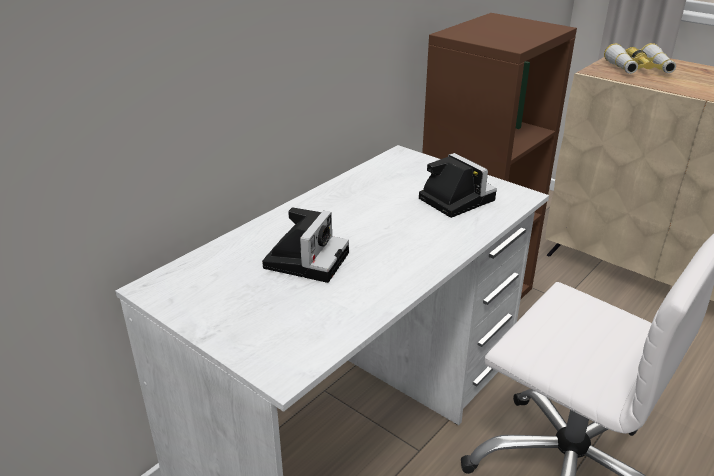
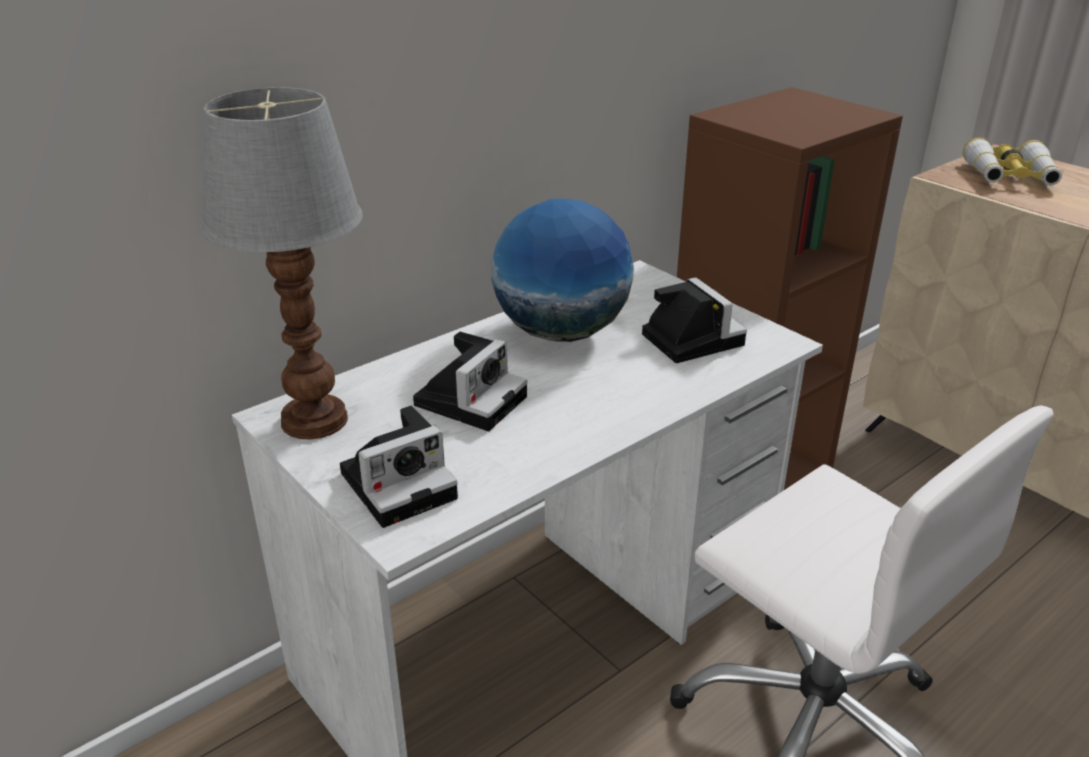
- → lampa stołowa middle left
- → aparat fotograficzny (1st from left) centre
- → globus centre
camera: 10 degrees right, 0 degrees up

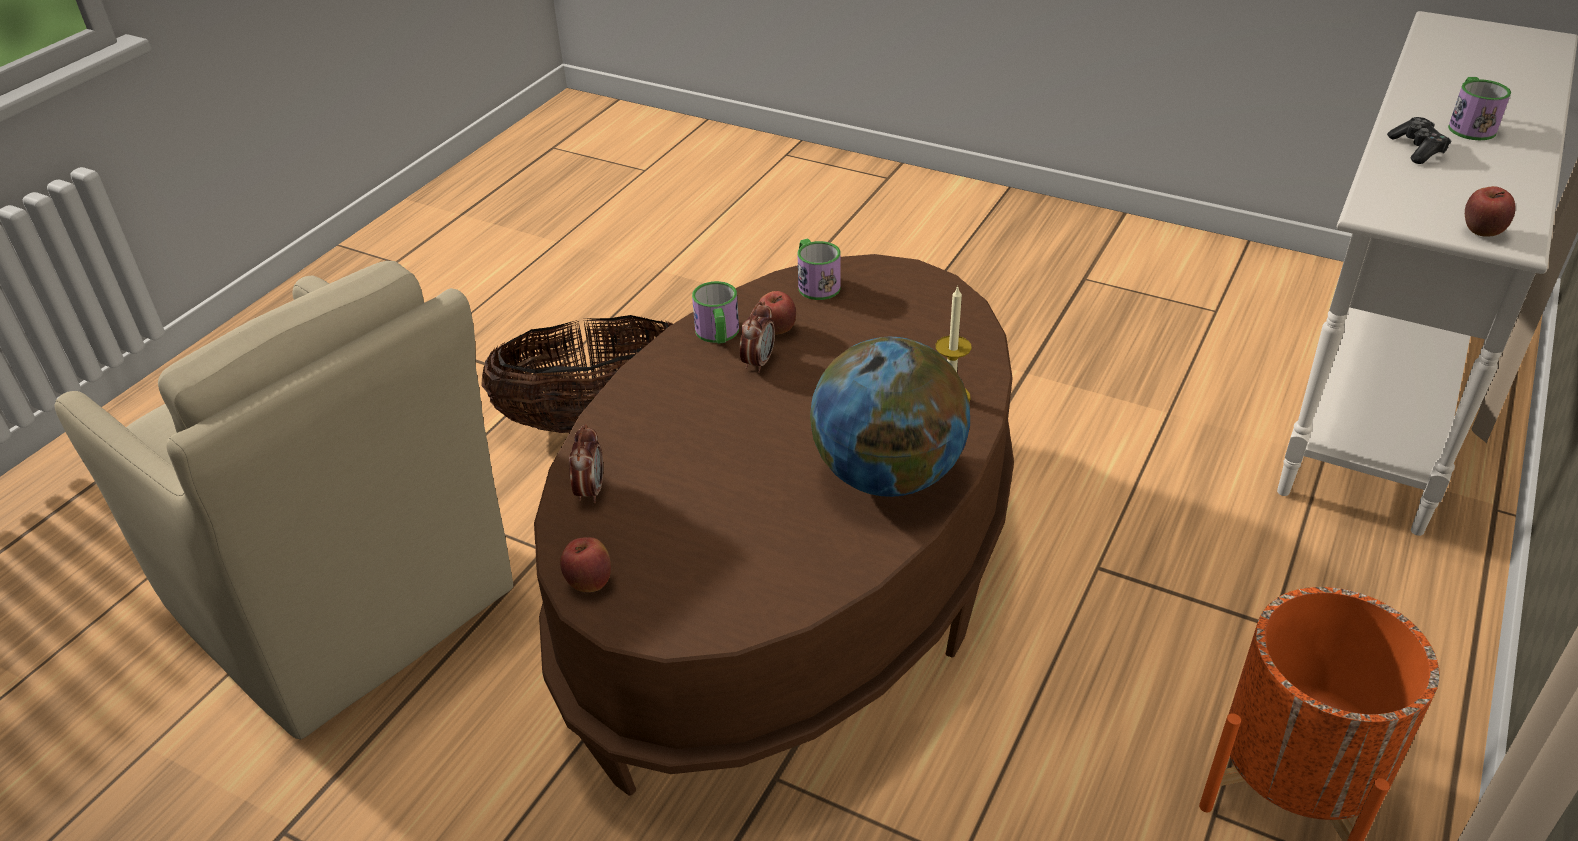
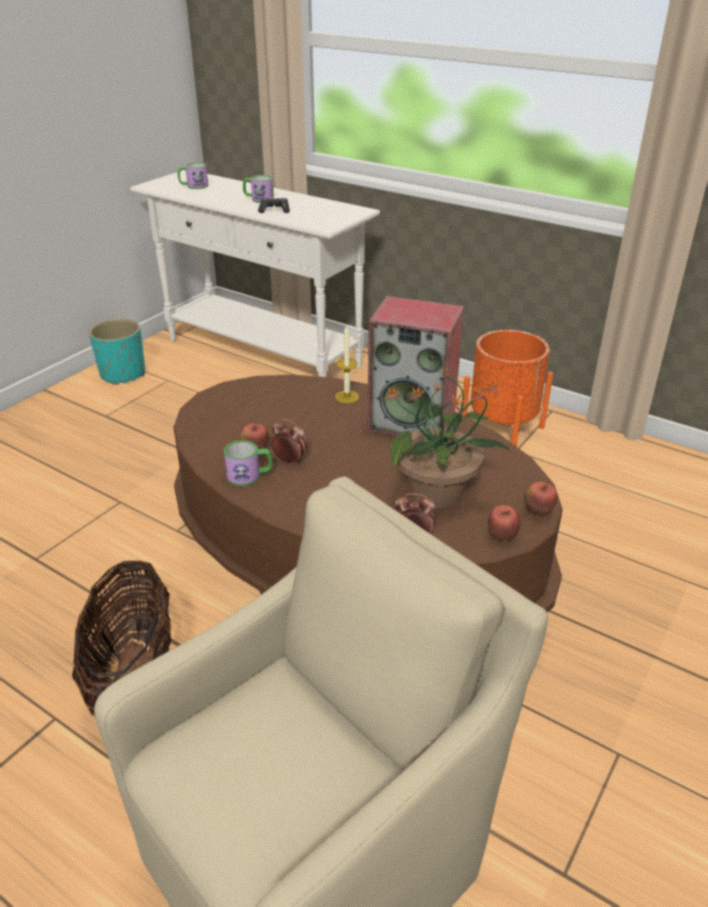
- → donica (turkusowy) middle left
kubek (2nd from left in the first image) top centre → kubek (1st from left) top left, moved
globus centre → głośnik centre
- → roślina doniczkowa centre
jabłko (3rd from left) top right → jabłko (3rd from left) middle right, moved
camera: 85 degrees left, 5 degrees down

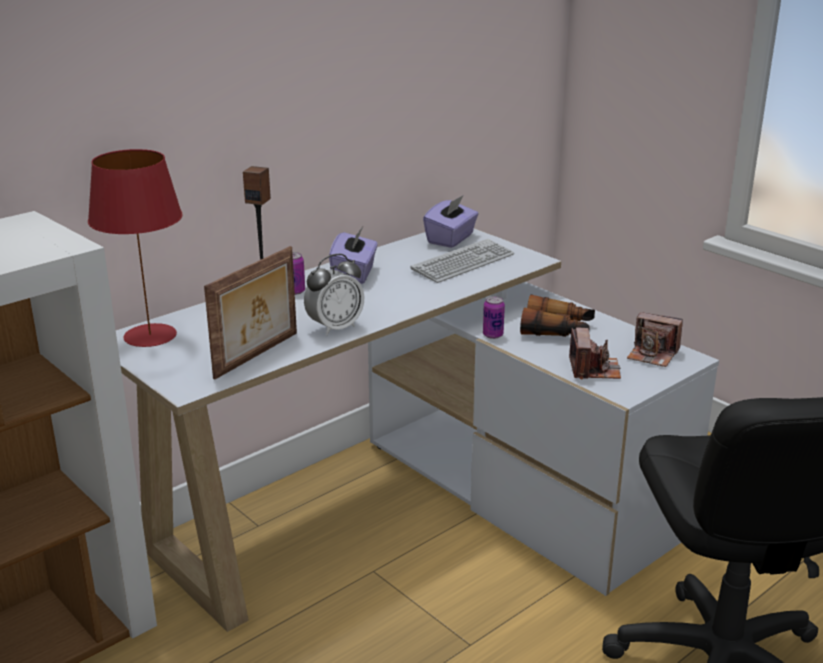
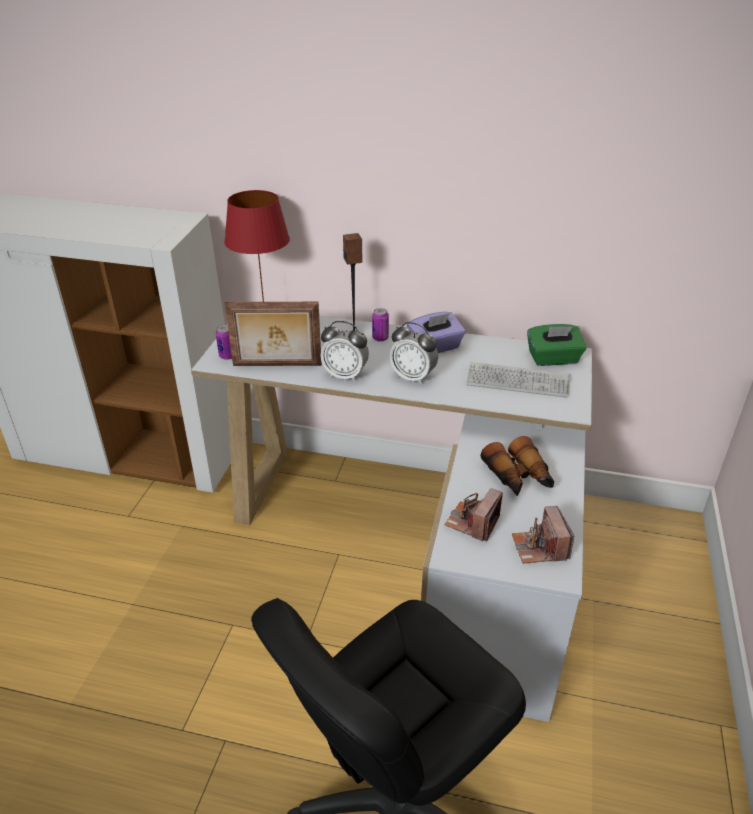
puszka (2nd from left in the first image) centre → puszka (1st from left) middle left, moved
- → budzik (2nd from left) centre
aparat fotograficzny (1st from left) middle right → aparat fotograficzny (1st from left) centre, 150 degrees clockwise
pudełko chusteczek (fioletowy) (2nd from left) centre → pudełko chusteczek (zielony) middle right
camera: 55 degrees right, 10 degrees up

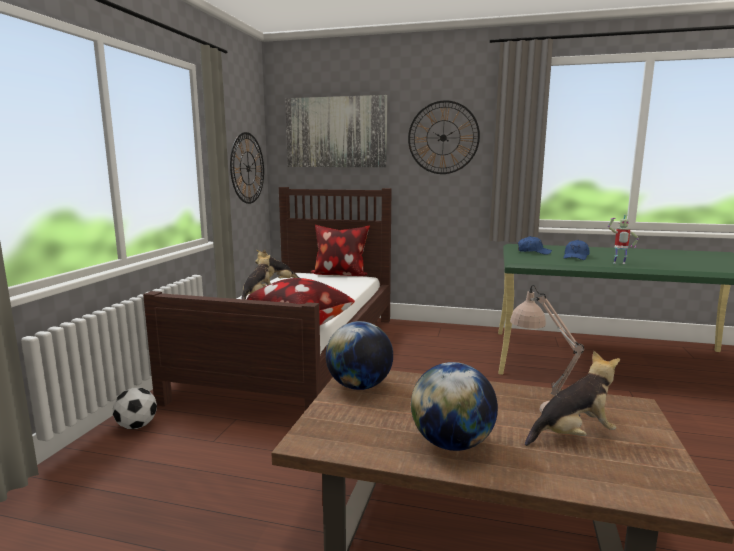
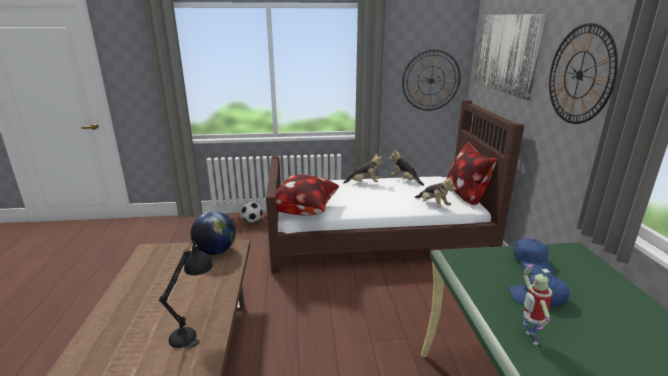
lampa stołowa (beżowy) middle right → lampa stołowa (czarny) bottom left
pluszak (3rd from left) bottom right → pluszak (3rd from left) centre, moved
globus (2nd from left) bottom centre → -
camera: 70 degrees right, 10 degrees up

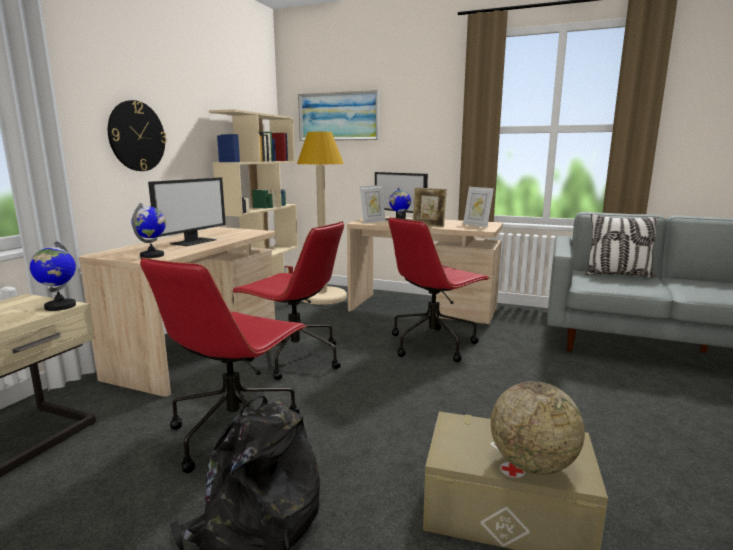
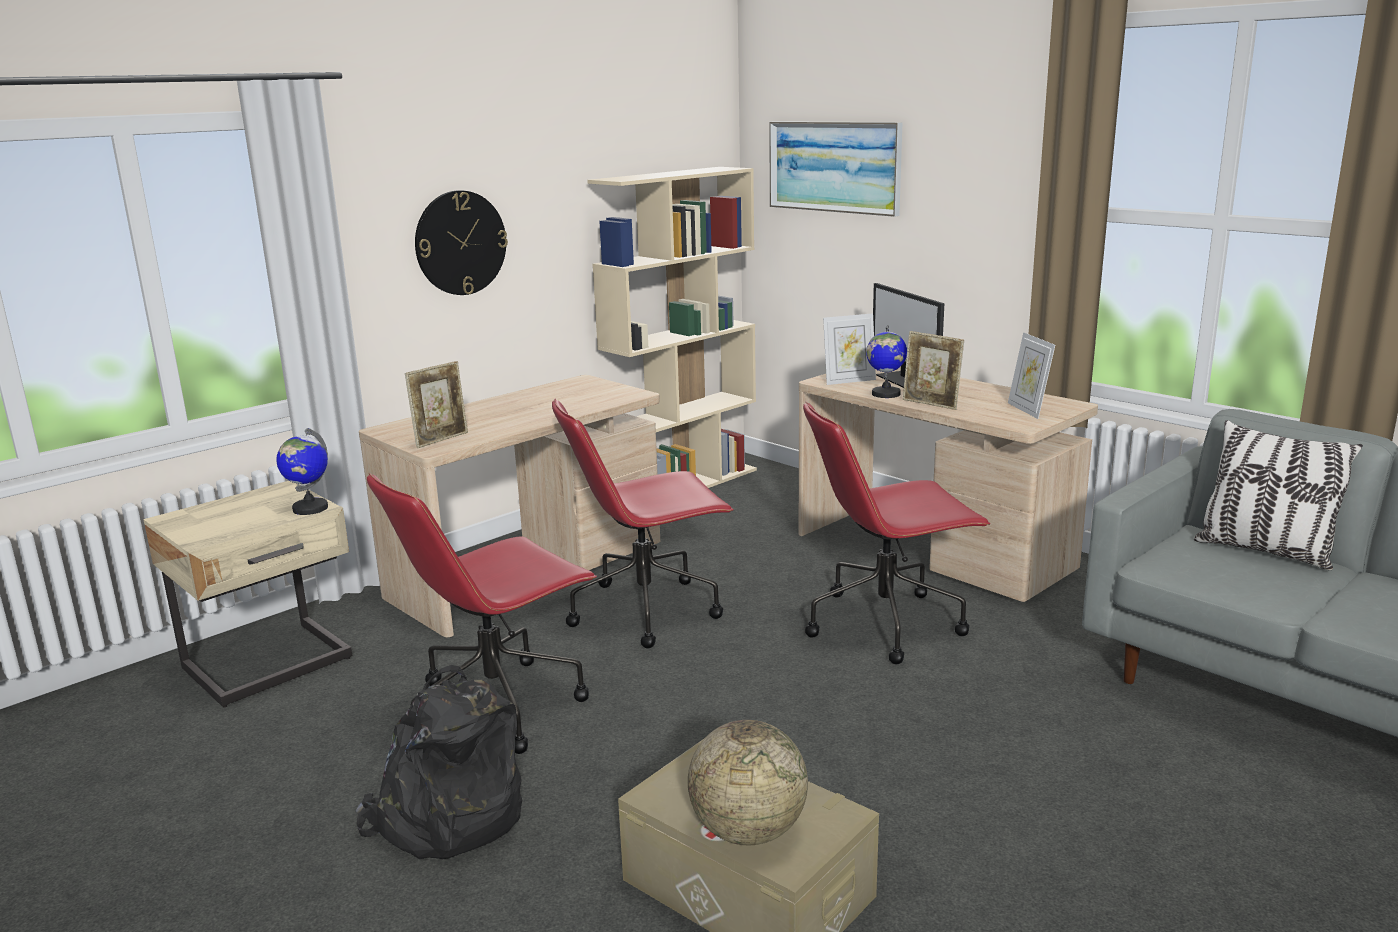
globus (2nd from left) middle left → ramka na zdjęcie (1st from left) middle left
krzesło biurowe (czerwony) (2nd from left) centre, 105 degrees clockwise
monitor (1st from left) middle left → -
lampa stojąca (beżowy) centre → -
camera: 25 degrees right, 5 degrees up

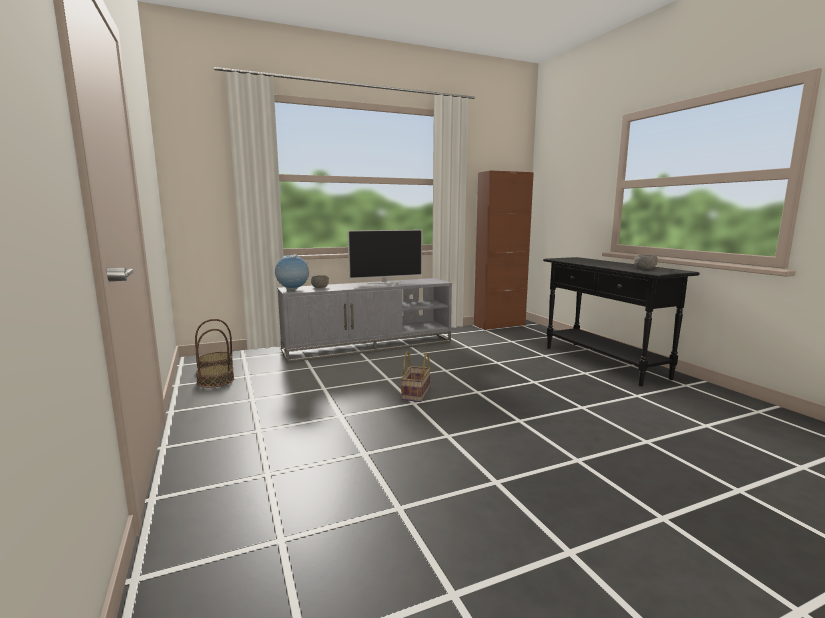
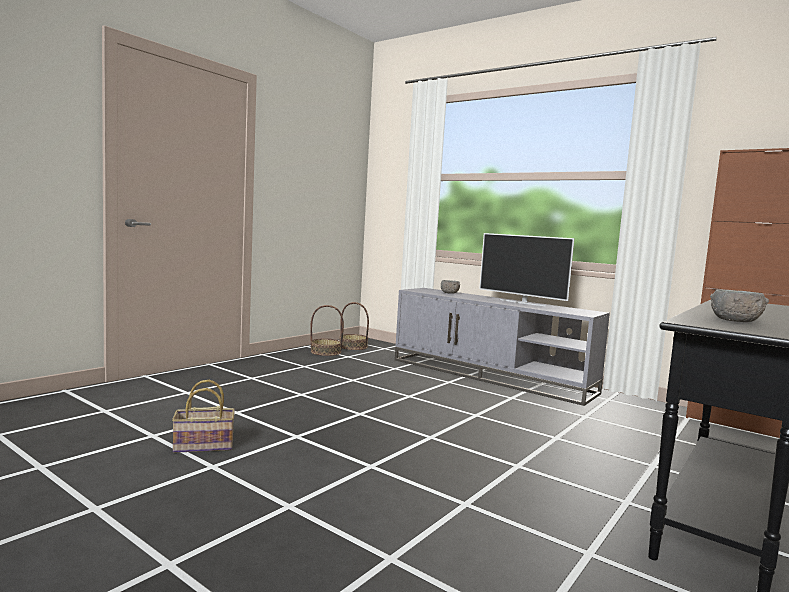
koszyk (3rd from left in the first image) centre → koszyk (1st from left) bottom left, moved
globus centre → -
camera: 60 degrees right, 5 degrees down

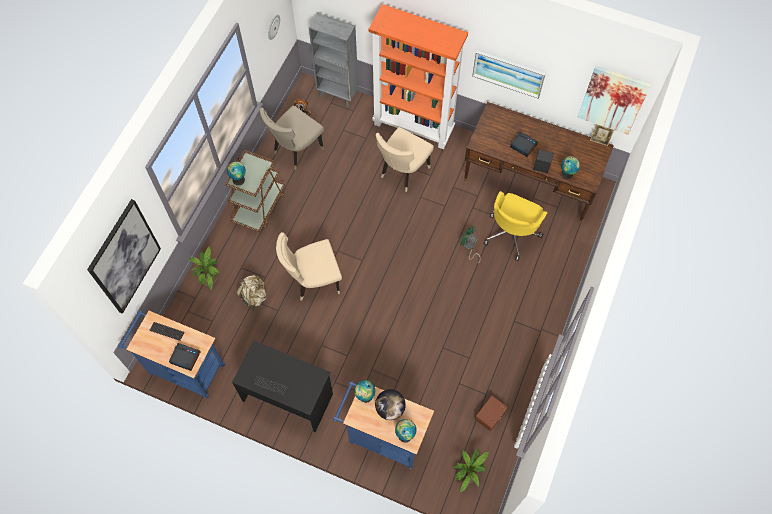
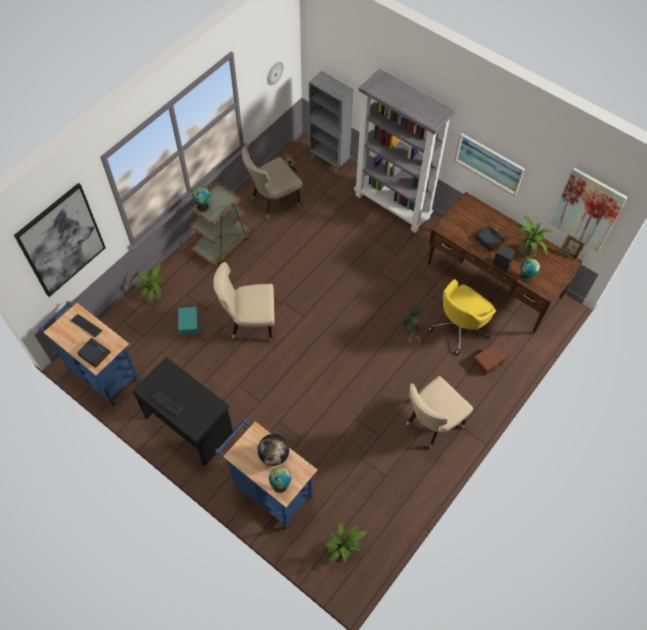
plecak (beżowy) middle left → pojemnik do przechowywania (turkusowy) middle left
regał (pomarańczowy) top centre → regał (szary) (2nd from left) top centre
krzesło (beżowy) (3rd from left) top centre → krzesło (beżowy) (3rd from left) middle right, moved
pojemnik do przechowywania (brązowy) bottom centre → pojemnik do przechowywania (brązowy) middle right, moved
- → roślina doniczkowa (3rd from left) middle right
globus (2nd from left) bottom centre → -
camera: 15 degrees right, 5 degrees down

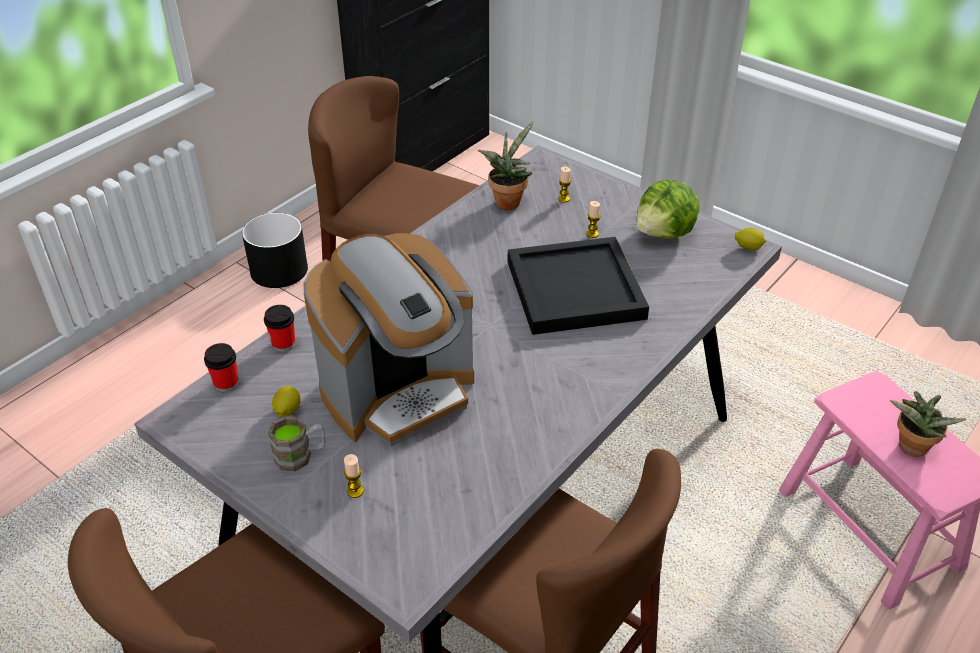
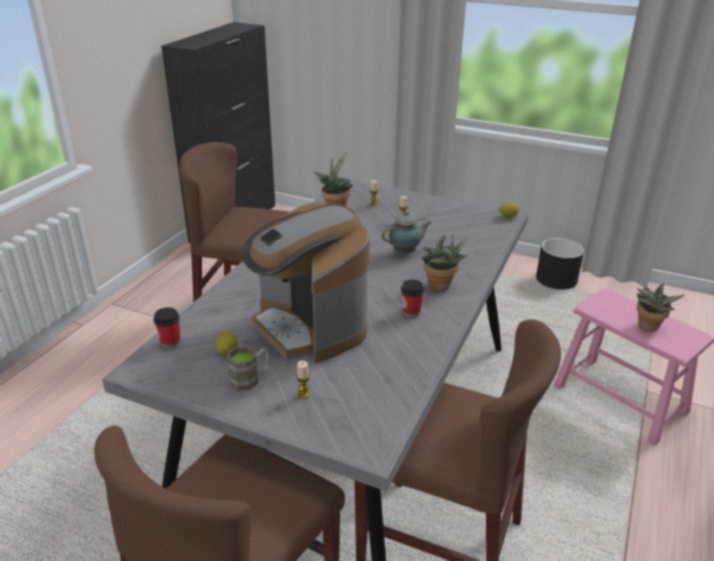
ekspres do kawy centre, 105 degrees clockwise
taca (czarny) centre → imbryk centre
filiżanka (2nd from left) middle left → filiżanka (2nd from left) centre, moved
- → roślina doniczkowa (2nd from left) centre
donica (czarny) middle left → donica (czarny) middle right, moved
sałata top right → -
camera: 15 degrees left, 10 degrees down

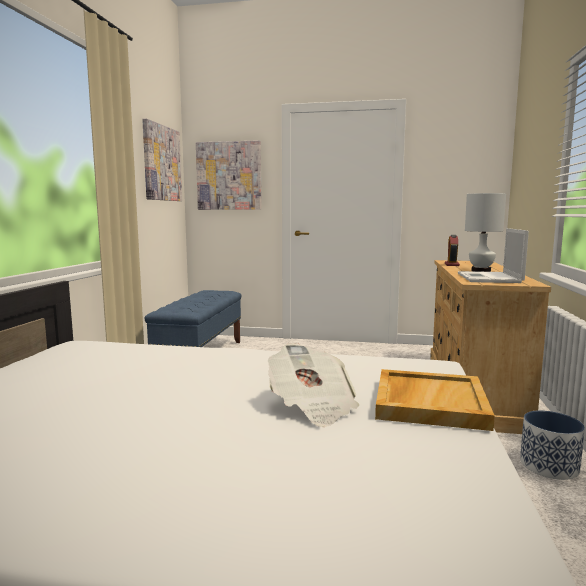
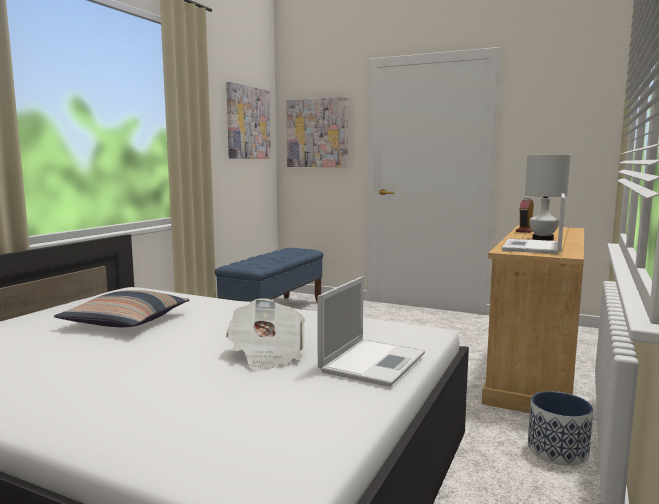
- → poduszka middle left
taca (beżowy) bottom right → laptop (1st from left) centre
camera: 15 degrees right, 0 degrees up

